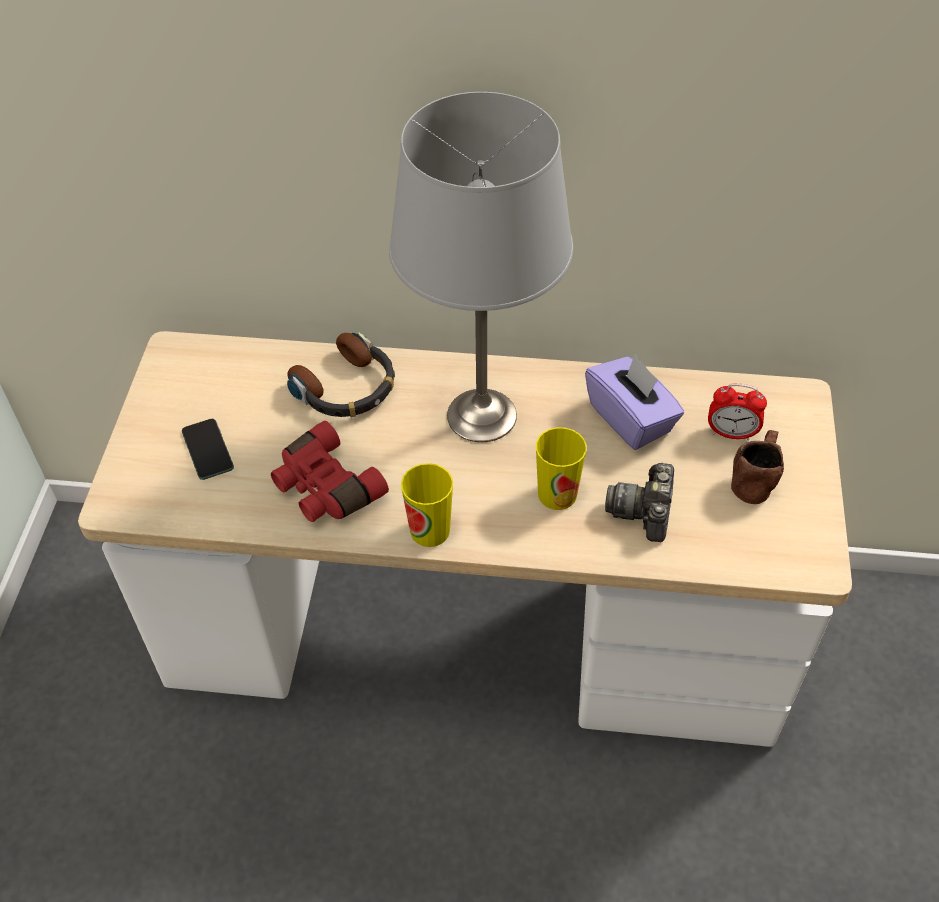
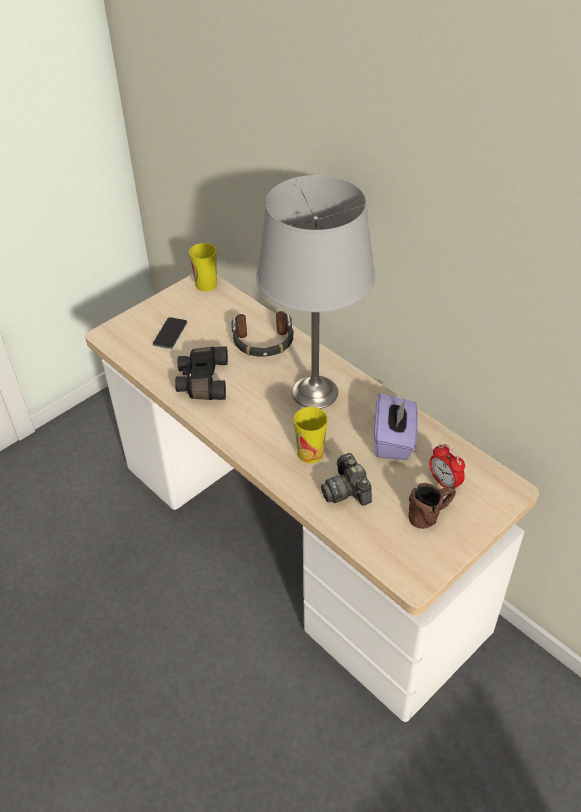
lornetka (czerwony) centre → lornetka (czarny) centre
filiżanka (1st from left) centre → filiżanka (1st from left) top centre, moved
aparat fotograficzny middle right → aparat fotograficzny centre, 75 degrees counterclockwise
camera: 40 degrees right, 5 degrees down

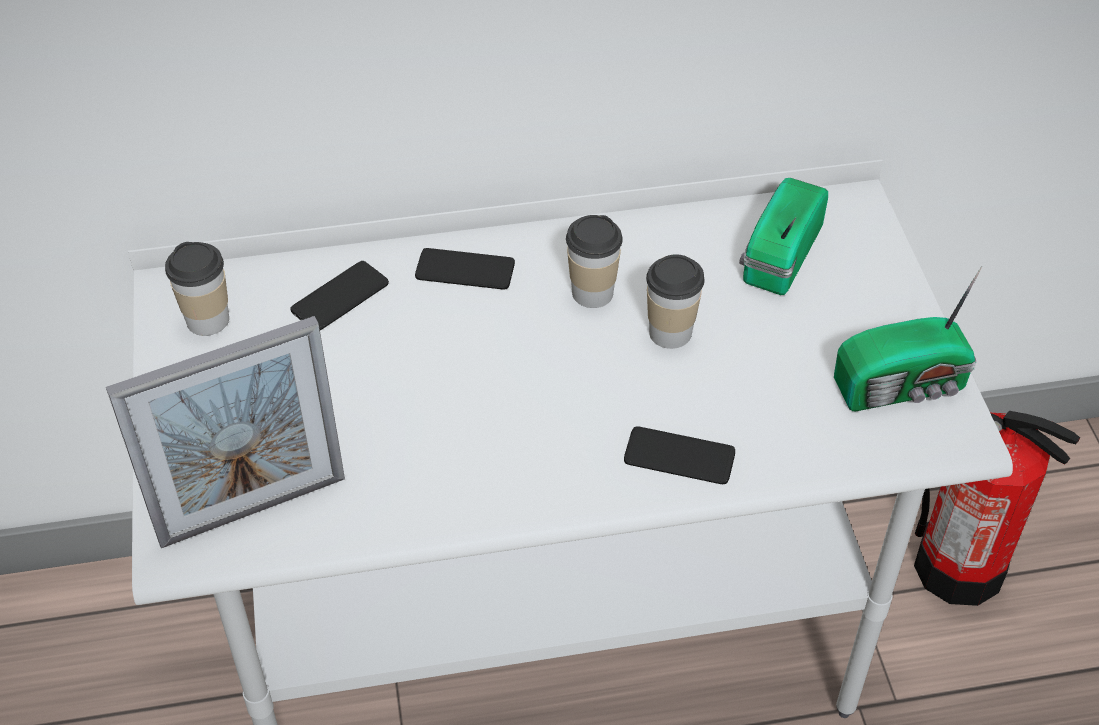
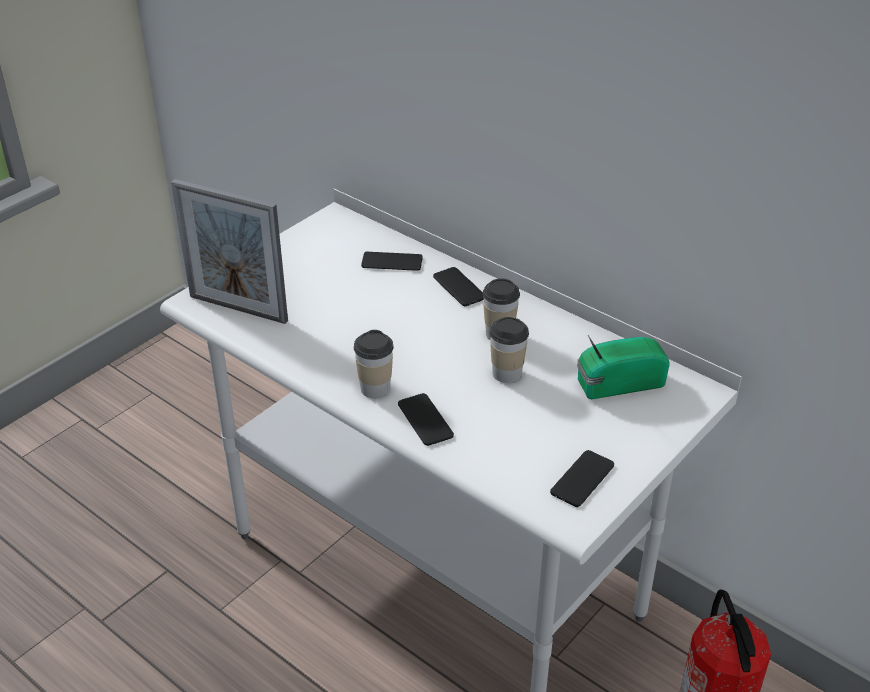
filiżanka (1st from left) middle left → filiżanka (1st from left) centre, moved
radio (2nd from left) middle right → telefon (4th from left) bottom right
camera: 50 degrees right, 10 degrees down

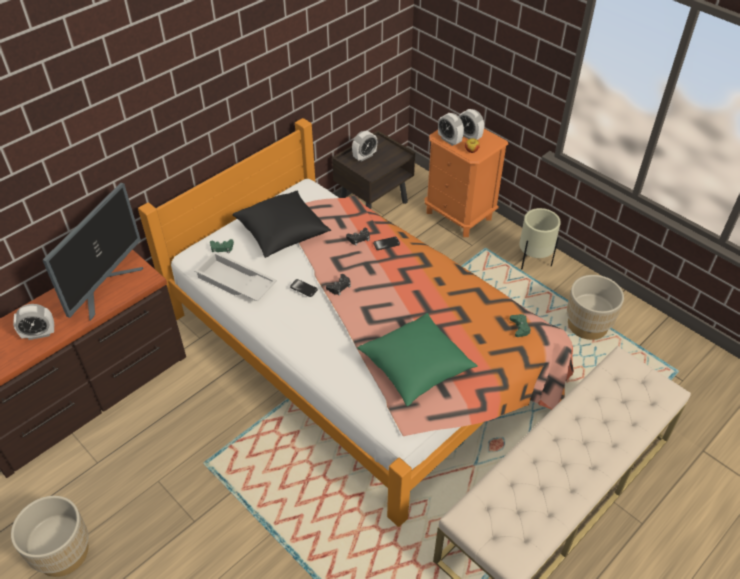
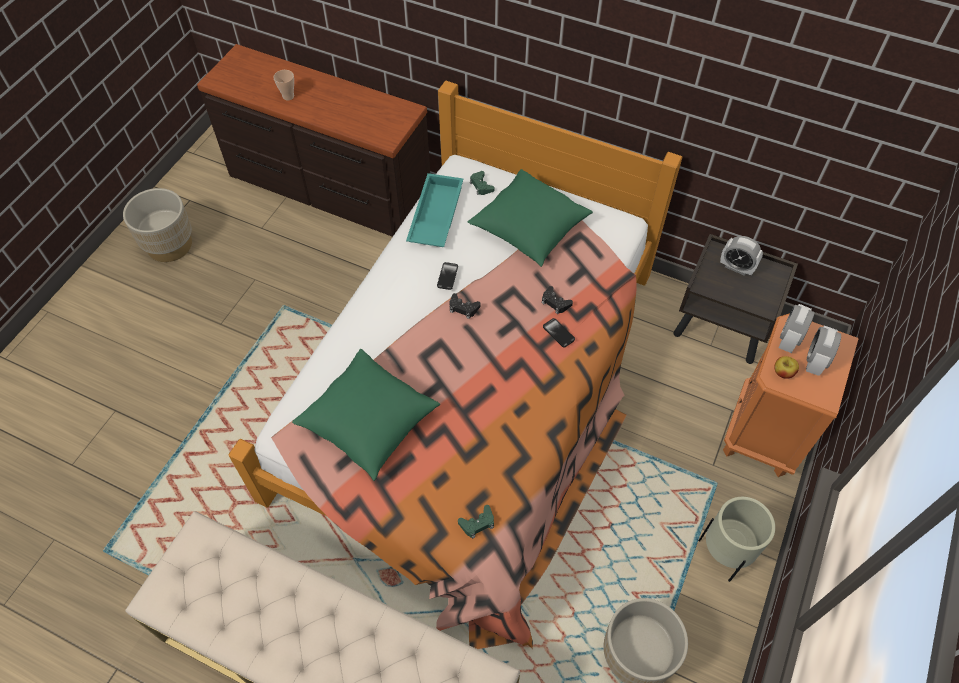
budzik (1st from left) middle left → filiżanka top left
taca (biały) middle left → taca (turkusowy) top centre
poduszka (czarny) centre → poduszka (zielony) (2nd from left) top centre
monitor middle left → -
camera: 70 degrees right, 10 degrees up

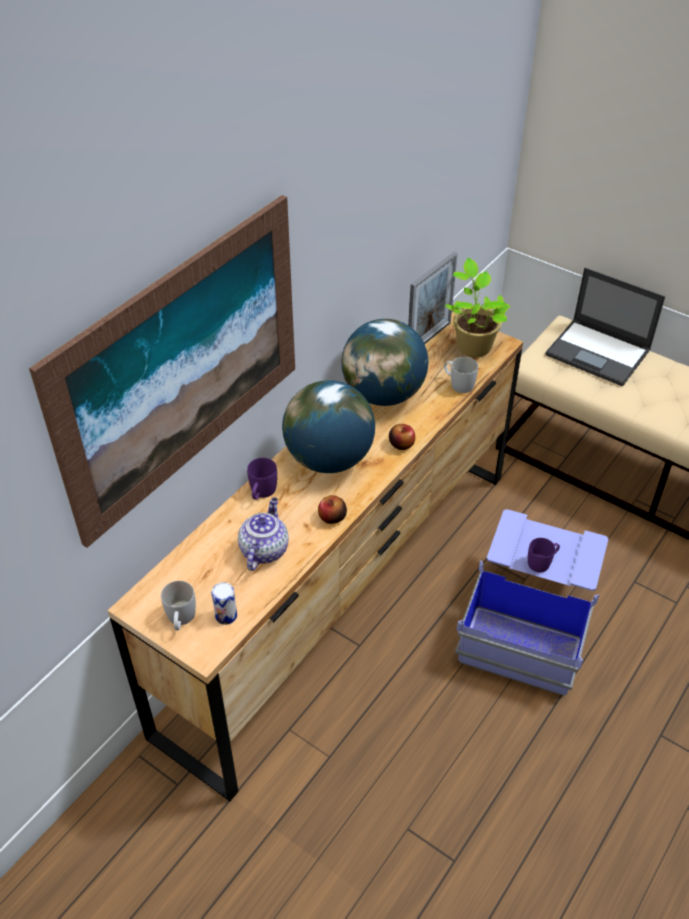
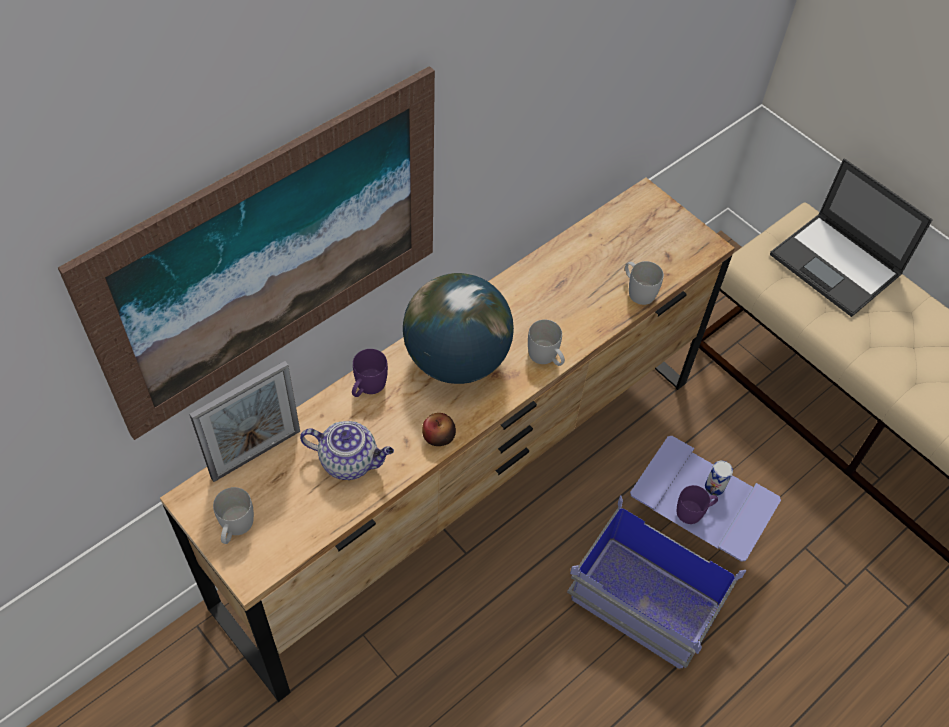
ramka na zdjęcie top centre → ramka na zdjęcie middle left, moved
imbryk centre, 75 degrees clockwise
jabłko (2nd from left) centre → kubek (biały) (2nd from left) centre
puszka middle left → puszka middle right, moved
globus (2nd from left) centre → -
roślina doniczkowa middle right → -
camera: 10 degrees right, 10 degrees up

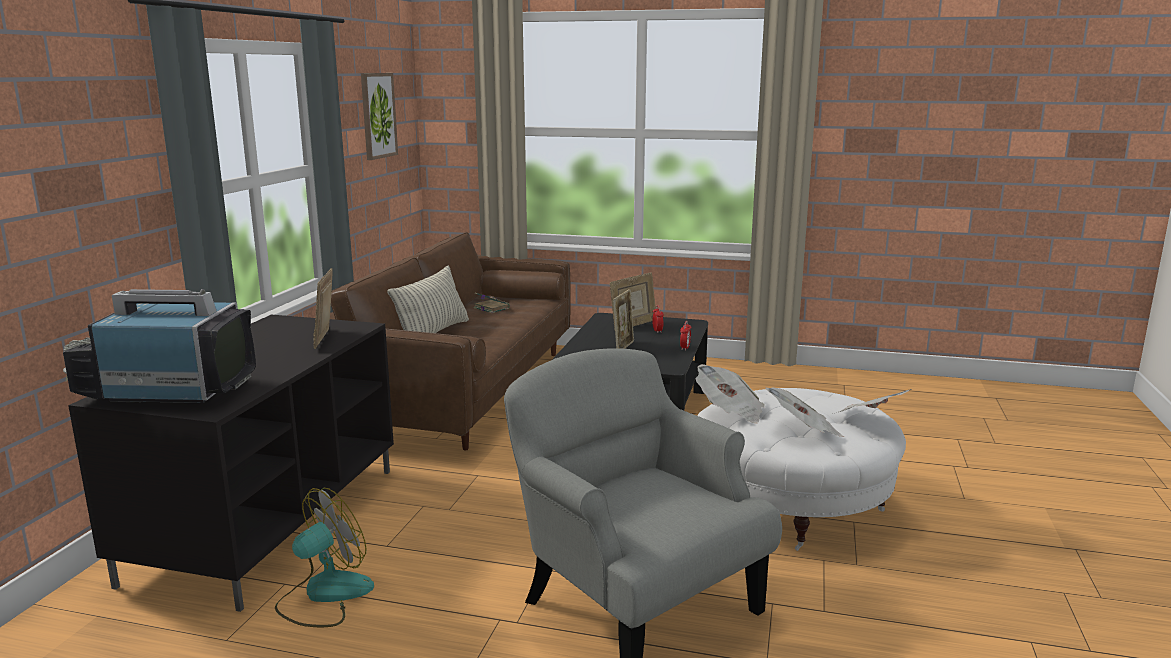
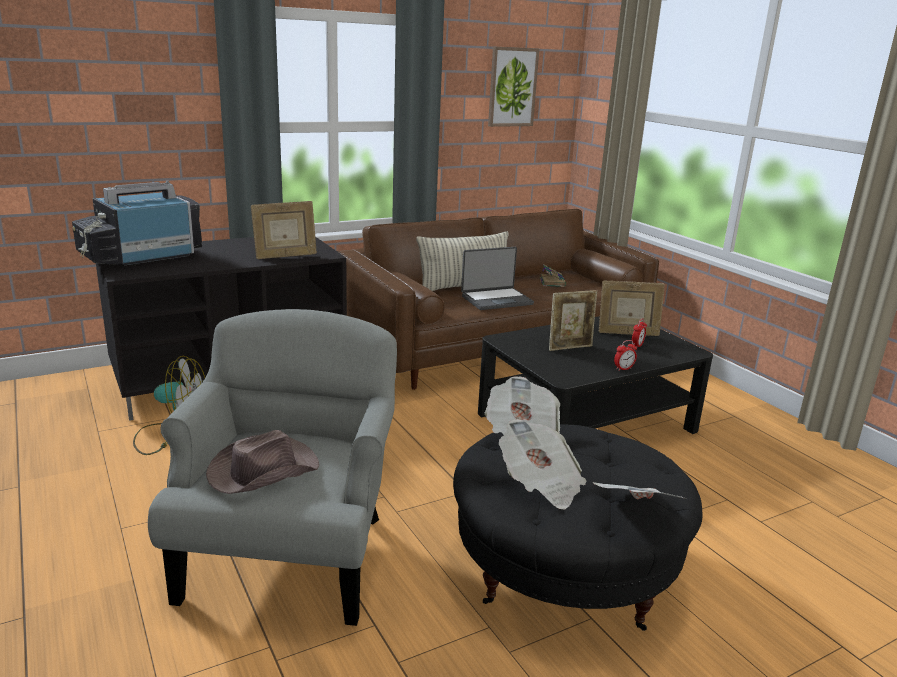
telewizor middle left → telewizor top left, 90 degrees counterclockwise
- → kapelusz (brązowy) bottom left
ramka na zdjęcie (1st from left) middle left, 150 degrees counterclockwise
pufa (biały) bottom right → pufa (czarny) bottom centre
- → laptop centre
camera: 45 degrees right, 5 degrees up

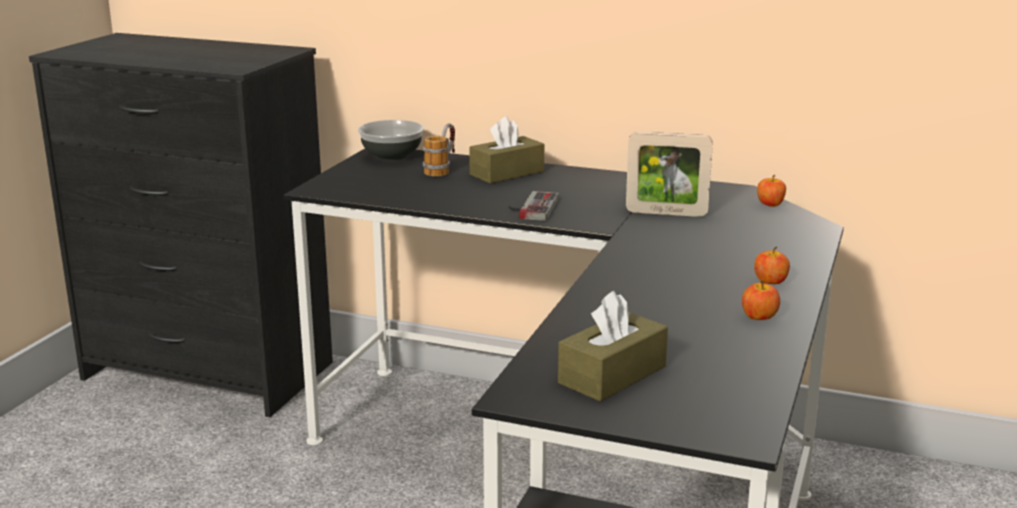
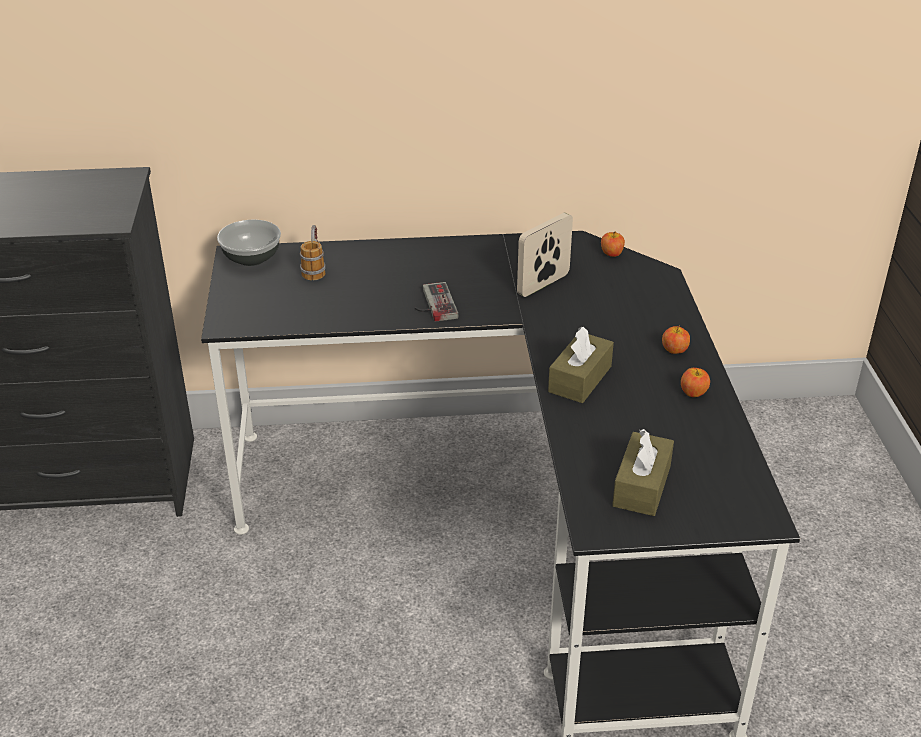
ramka na zdjęcie centre, 150 degrees clockwise
pudełko chusteczek (brązowy) (1st from left) top centre → pudełko chusteczek (brązowy) (1st from left) centre, moved
camera: 25 degrees left, 15 degrees up

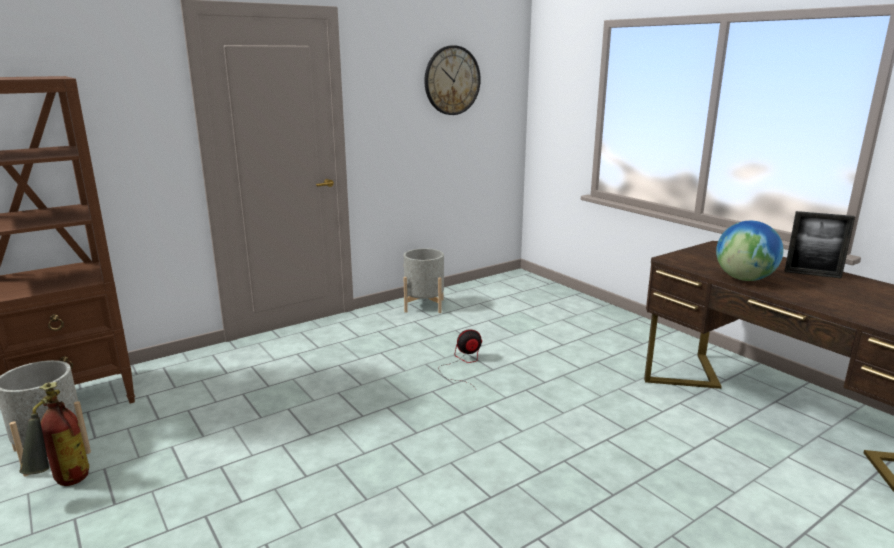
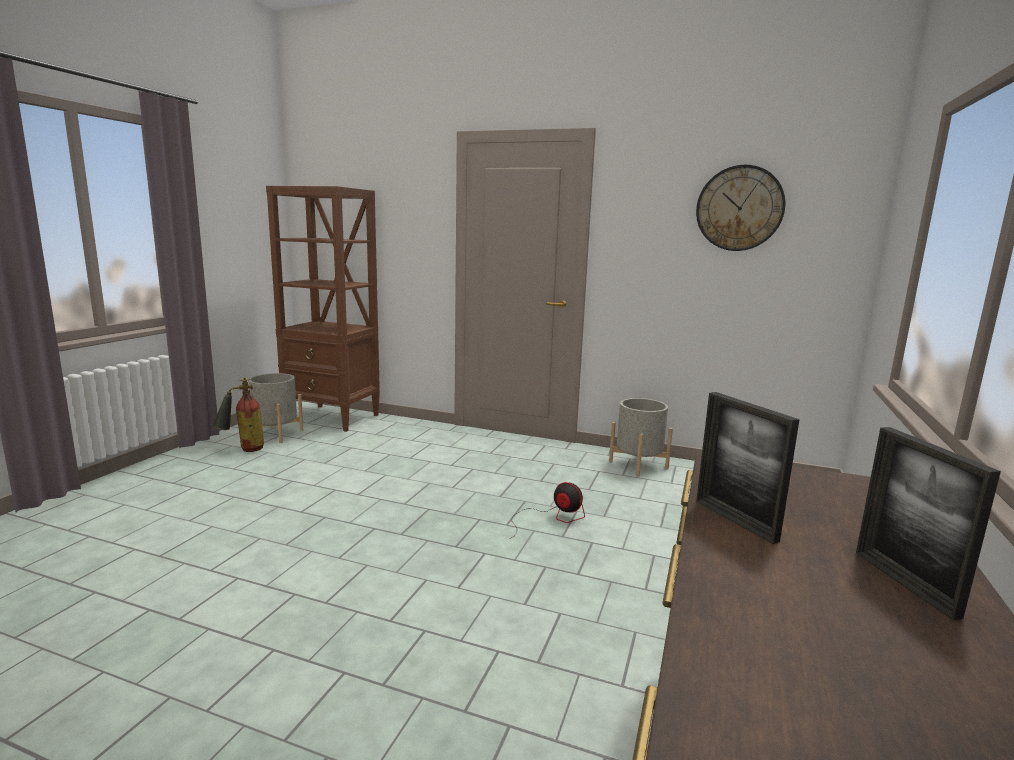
globus middle right → ramka na zdjęcie (1st from left) middle right
camera: 55 degrees right, 5 degrees down

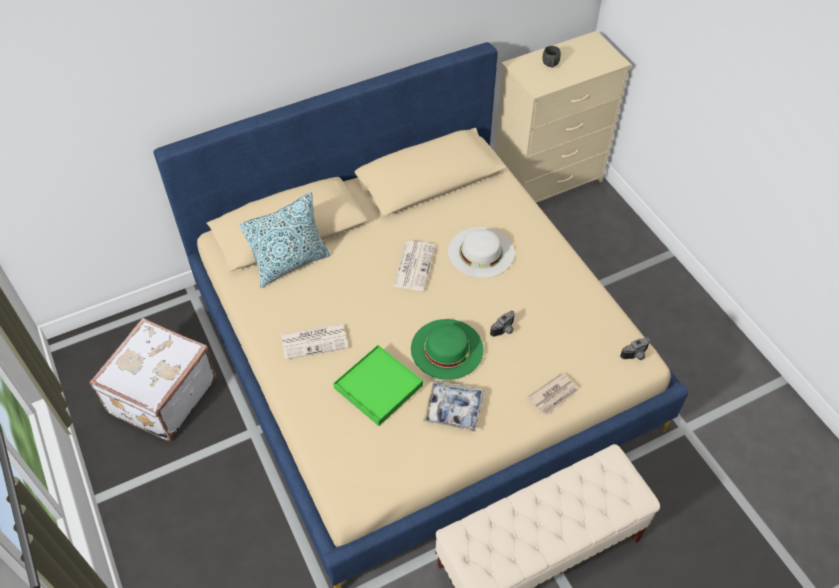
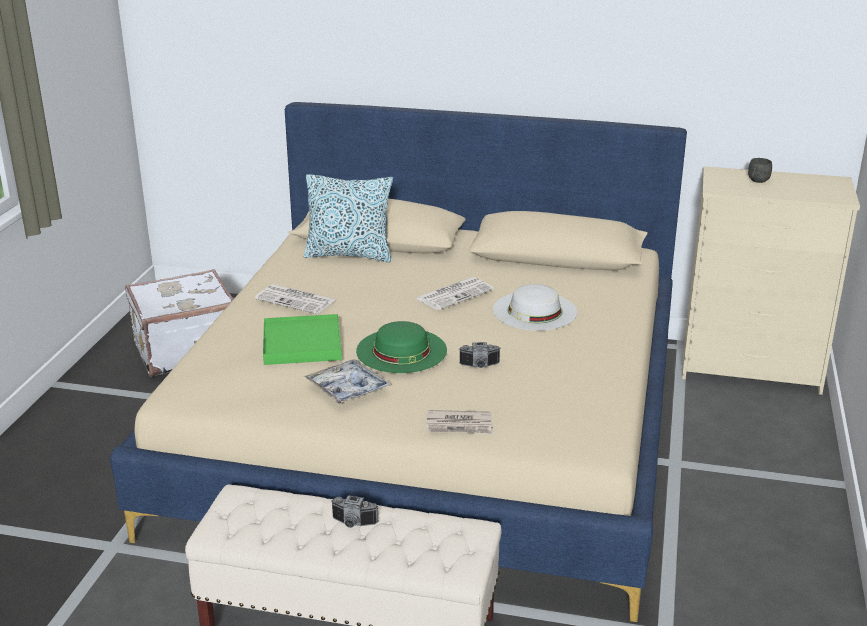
aparat fotograficzny (2nd from left in the first image) middle right → aparat fotograficzny (1st from left) bottom centre, moved
camera: 40 degrees right, 25 degrees down

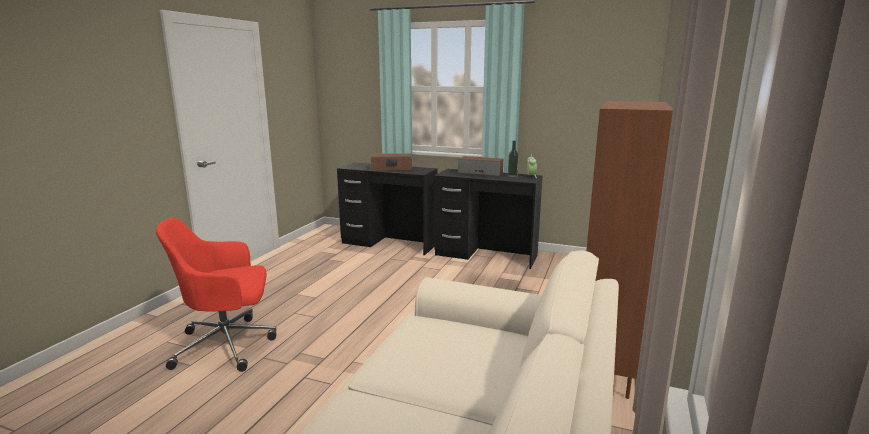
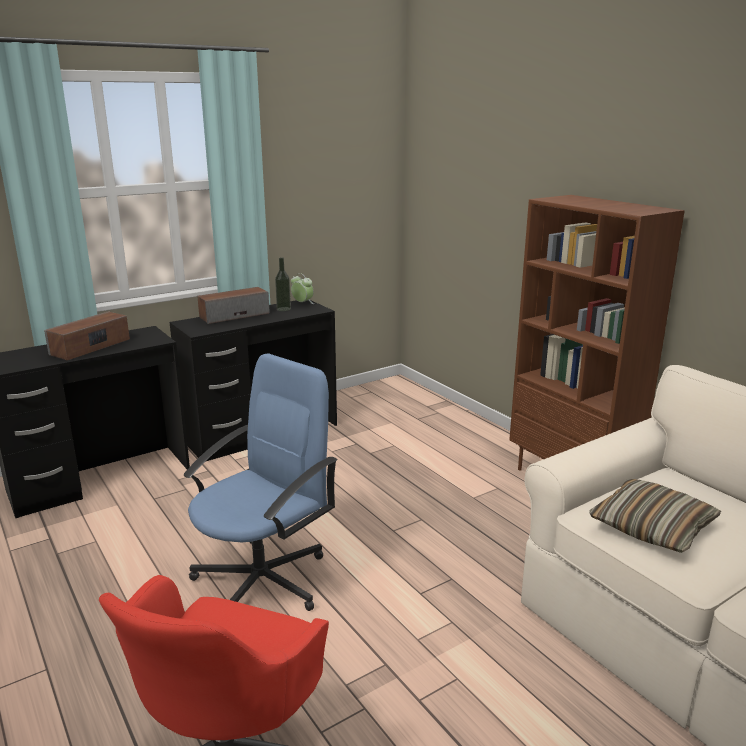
- → krzesło biurowe (niebieski) centre
- → poduszka bottom right
camera: 55 degrees left, 5 degrees up

